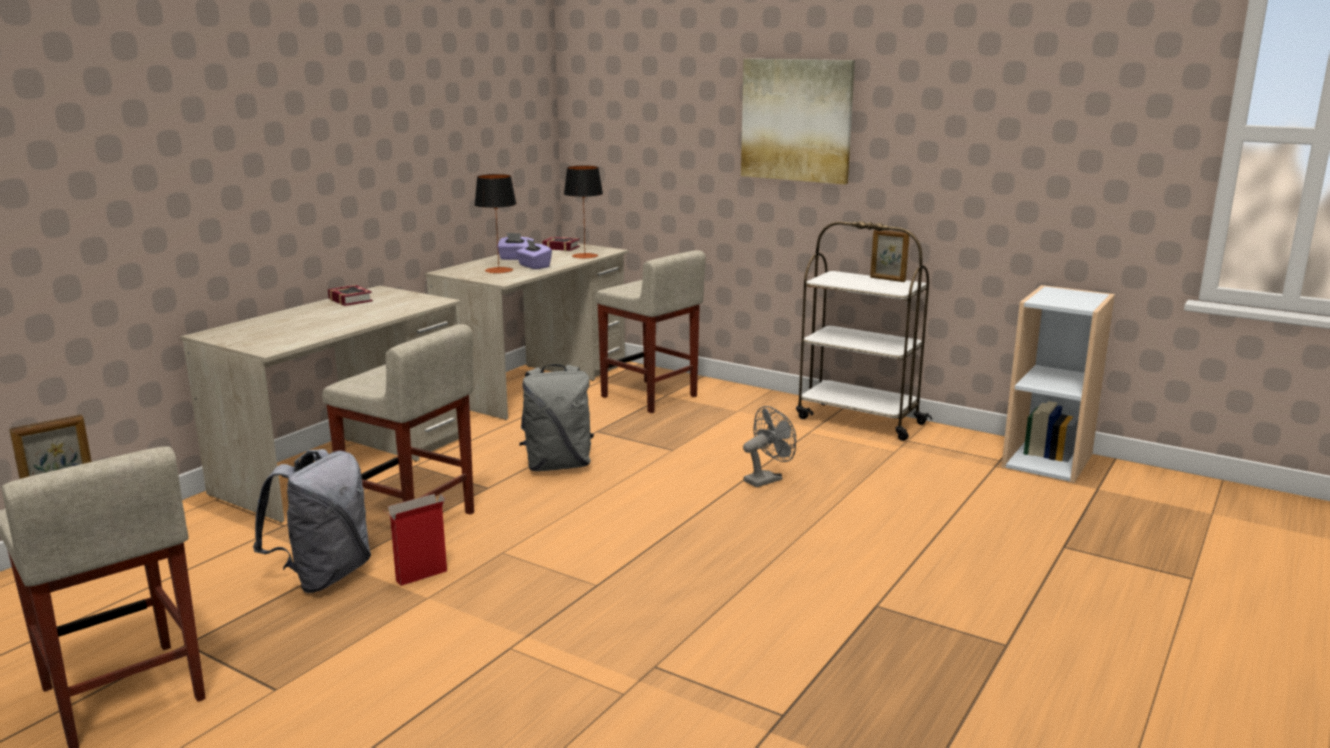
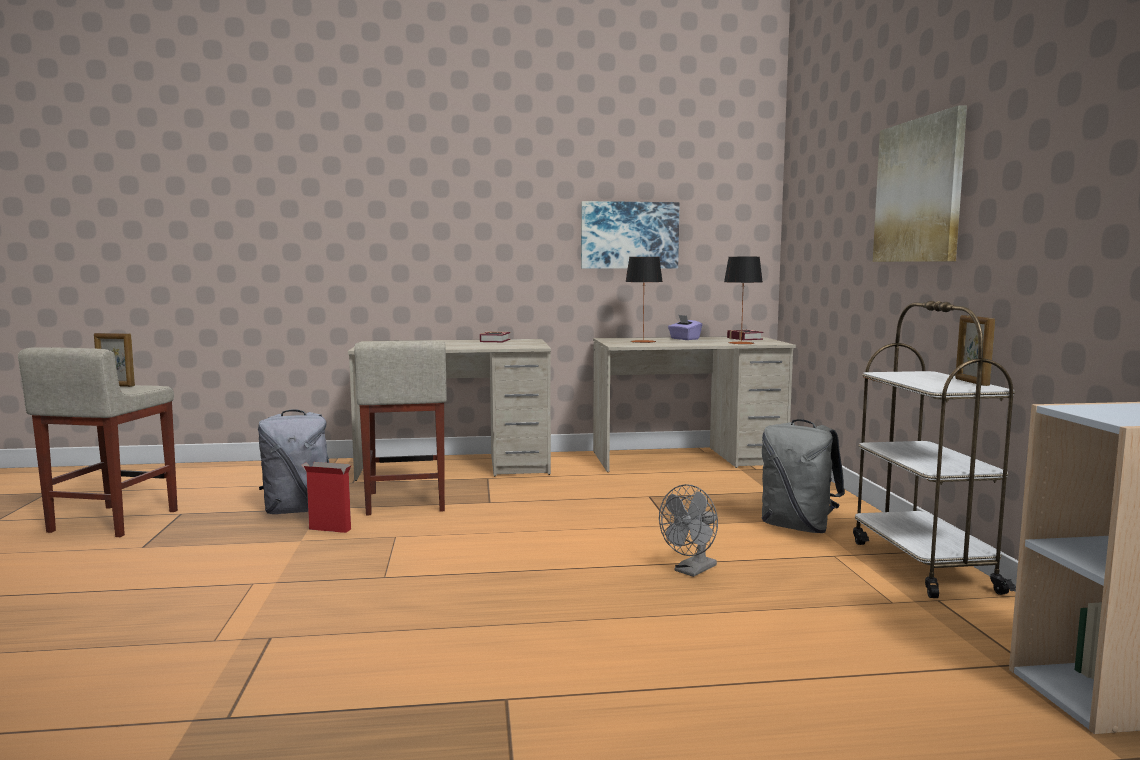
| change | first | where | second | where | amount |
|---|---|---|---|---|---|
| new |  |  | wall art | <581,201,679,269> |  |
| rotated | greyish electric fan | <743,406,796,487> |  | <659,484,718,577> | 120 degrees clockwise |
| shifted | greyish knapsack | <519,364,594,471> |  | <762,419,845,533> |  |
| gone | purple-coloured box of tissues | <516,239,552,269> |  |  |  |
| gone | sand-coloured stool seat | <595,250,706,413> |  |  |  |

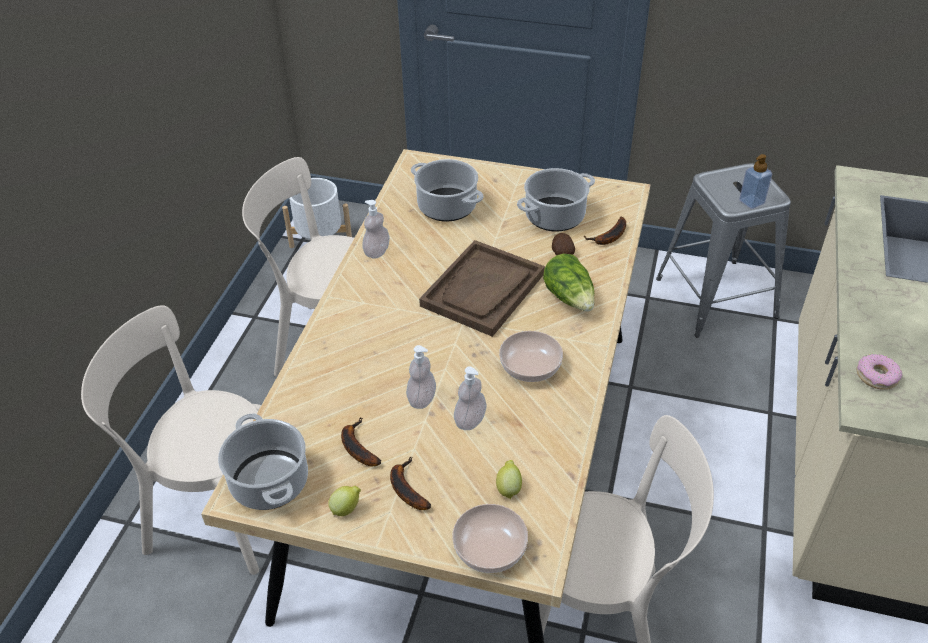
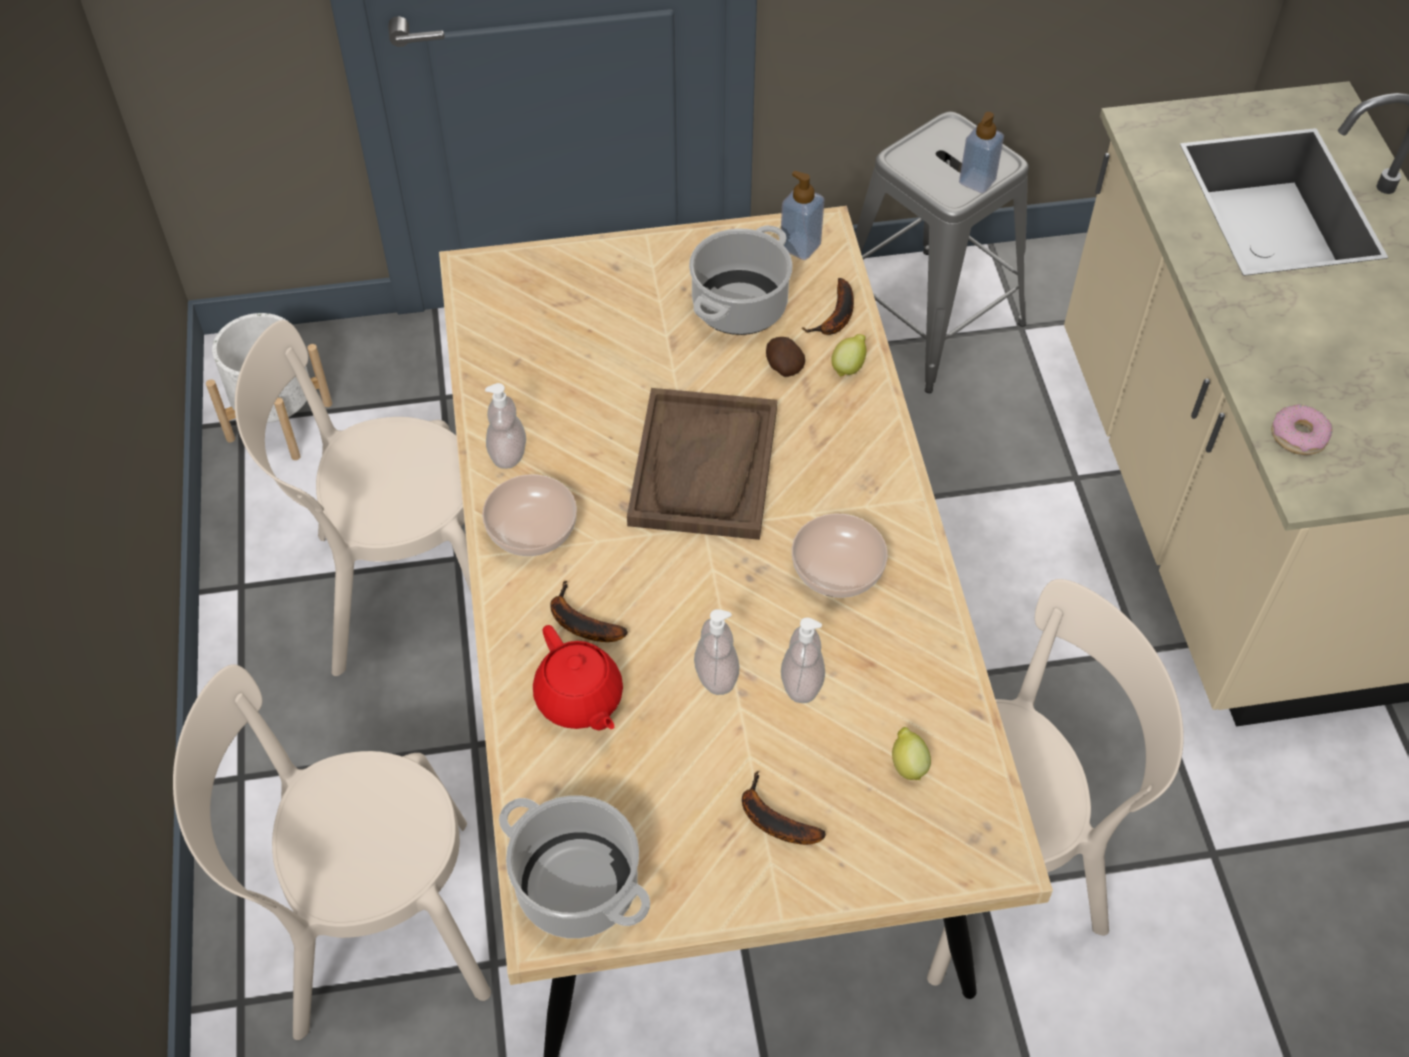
| change | first | where | second | where | amount |
|---|---|---|---|---|---|
| shifted | serving bowl | <452,504,528,573> |  | <482,475,577,556> |  |
| new |  |  | red teapot | <533,625,623,731> |  |
| shifted | banana | <341,417,381,466> |  | <550,581,627,642> |  |
| new |  |  | soap dispenser | <781,171,825,260> |  |
| shifted | whole lemon | <328,486,361,516> |  | <831,334,866,377> |  |
| gone | cooking pot | <411,159,483,222> |  |  |  |
| gone | lettuce head | <543,254,594,312> |  |  |  |

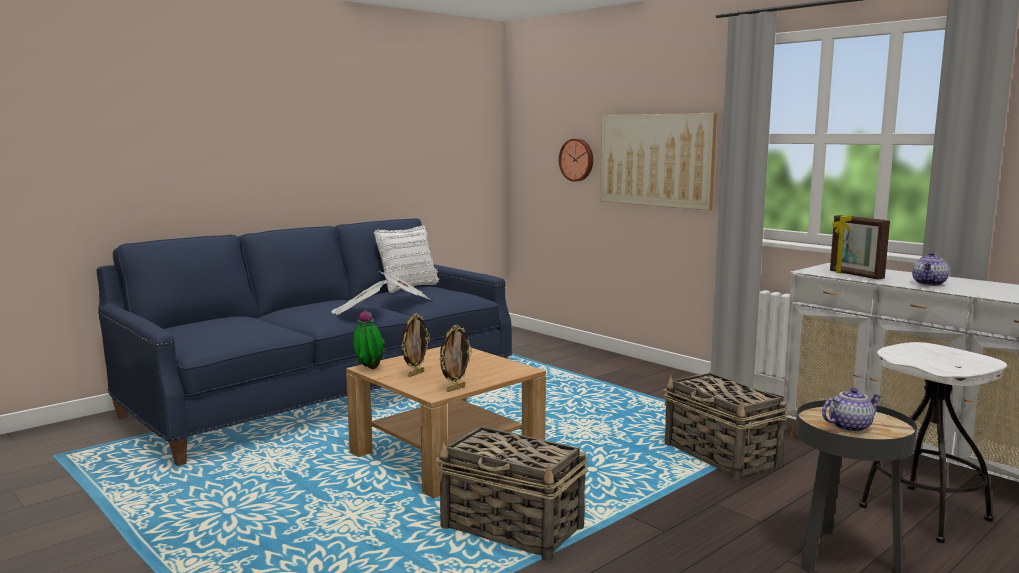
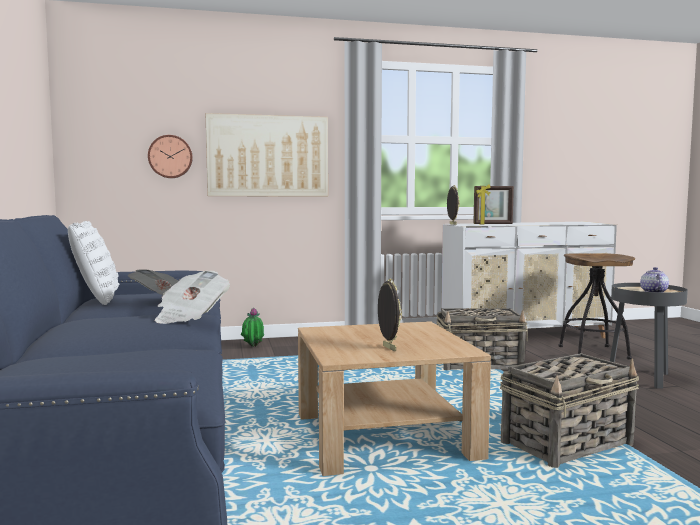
| change | first | where | second | where | amount |
|---|---|---|---|---|---|
| shifted | potted plant | <353,310,385,369> |  | <241,308,264,347> |  |
| shifted | picture frame | <439,325,472,392> |  | <447,185,460,225> |  |
| repainted | white stool seat | <859,342,1007,543> | brownish stool seat | <559,253,635,360> |  |
| gone | teapot | <912,252,949,286> |  |  |  |

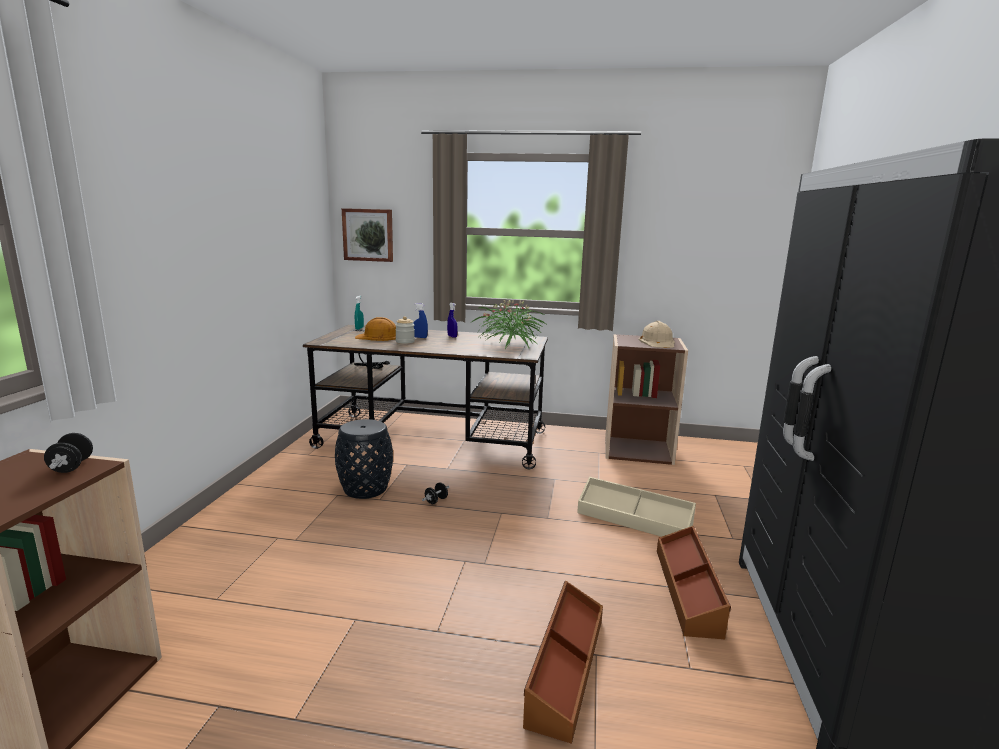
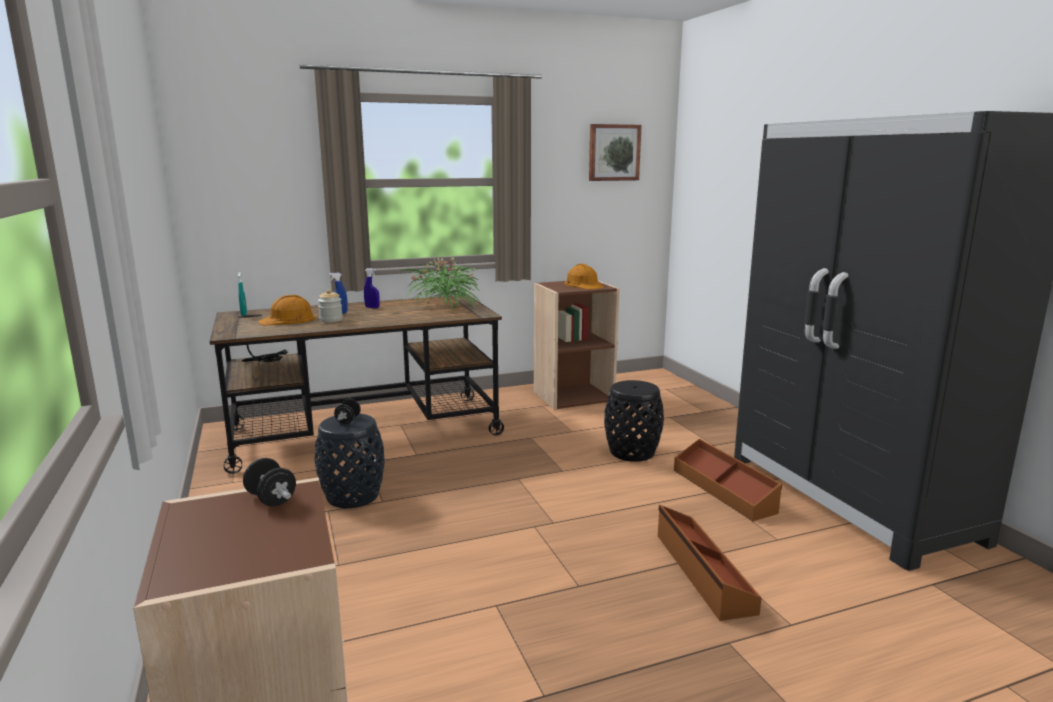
| change | first | where | second | where | amount |
|---|---|---|---|---|---|
| shifted | black free weight | <422,482,450,504> |  | <334,399,361,424> |  |
| repainted | sand-coloured hard hat | <639,321,675,348> | orangey hard hat | <564,264,604,289> |  |
| shifted | wall art | <342,208,393,262> |  | <589,124,642,181> |  |
| swapped | sand-coloured storage container | <577,477,696,537> | black stool seat | <604,380,664,462> |  |

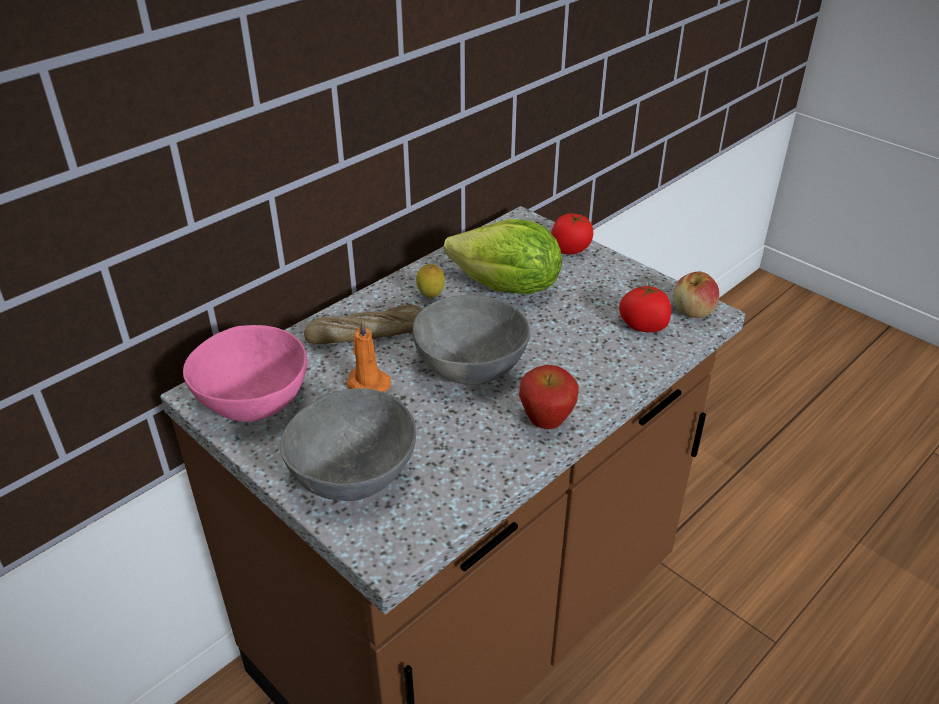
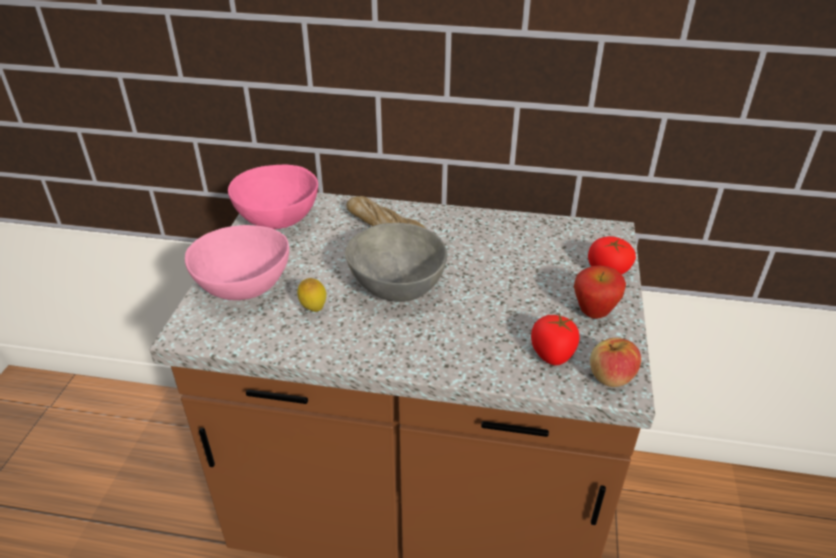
| change | first | where | second | where | amount |
|---|---|---|---|---|---|
| repainted | greyish serving bowl | <280,388,416,501> | pink serving bowl | <185,225,289,300> |  |
| shifted | whole lemon | <416,264,445,298> |  | <297,278,327,312> |  |
| shifted | whole apple | <519,365,579,429> |  | <574,266,626,319> |  |
| gone | orangey candle | <346,319,391,392> |  |  |  |
| gone | lettuce head | <444,219,562,294> |  |  |  |

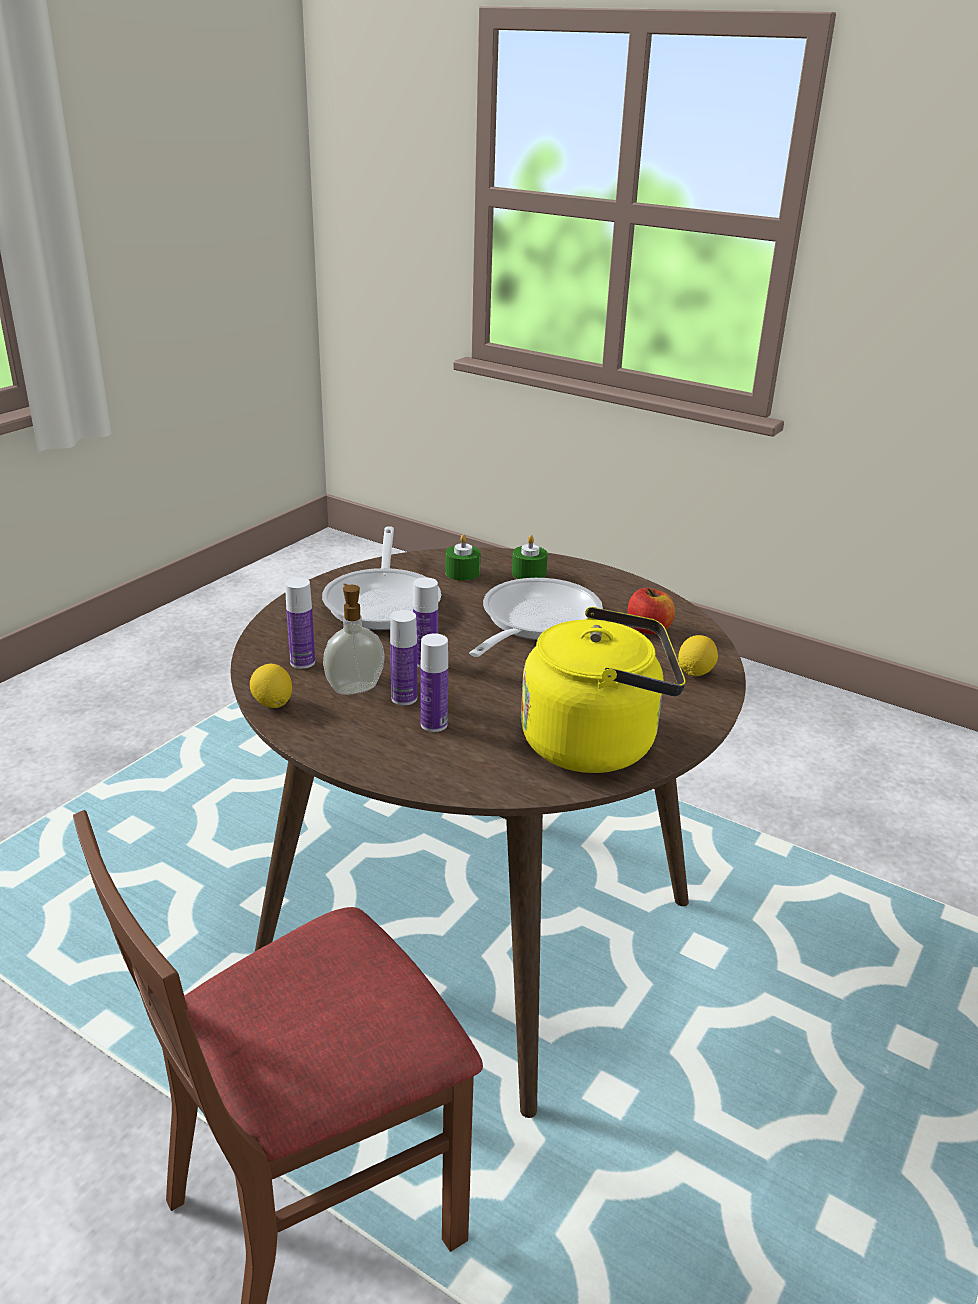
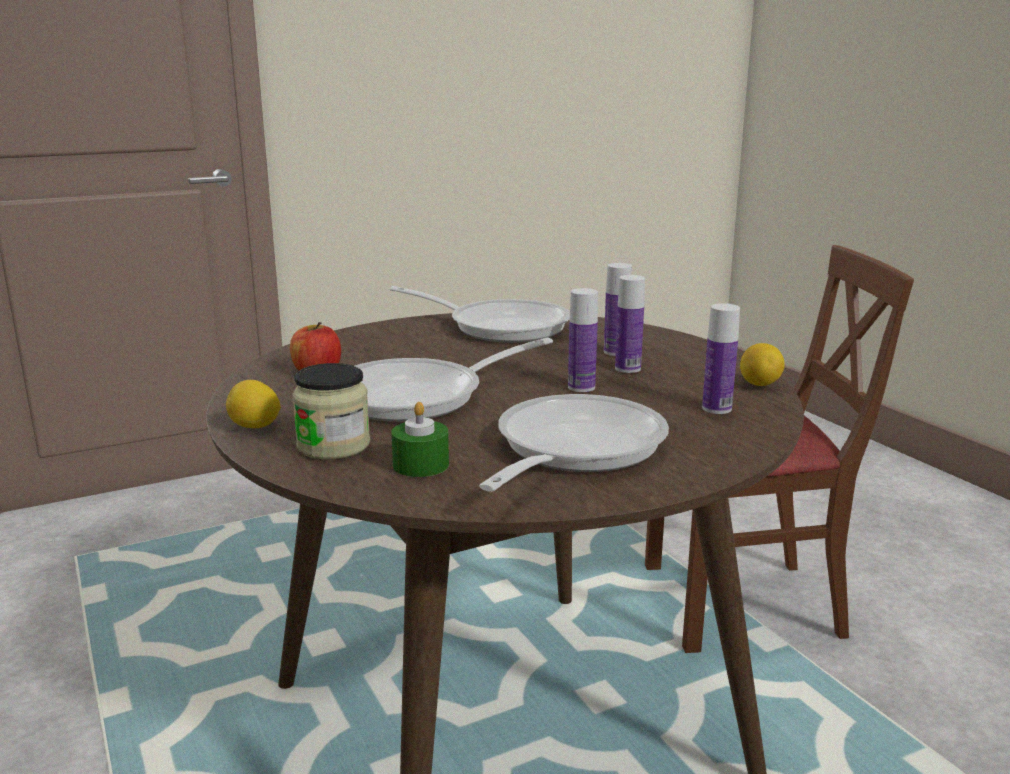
| change | first | where | second | where | amount |
|---|---|---|---|---|---|
| shifted | whole lemon | <678,635,718,676> |  | <226,380,281,428> |  |
| swapped | green candle | <512,535,548,579> | storage jar | <292,363,370,459> |  |
| swapped | yellow-coloured kettle | <521,607,686,773> | pan | <390,286,570,343> |  |
| gone | soap dispenser | <323,584,385,695> |  |  |  |

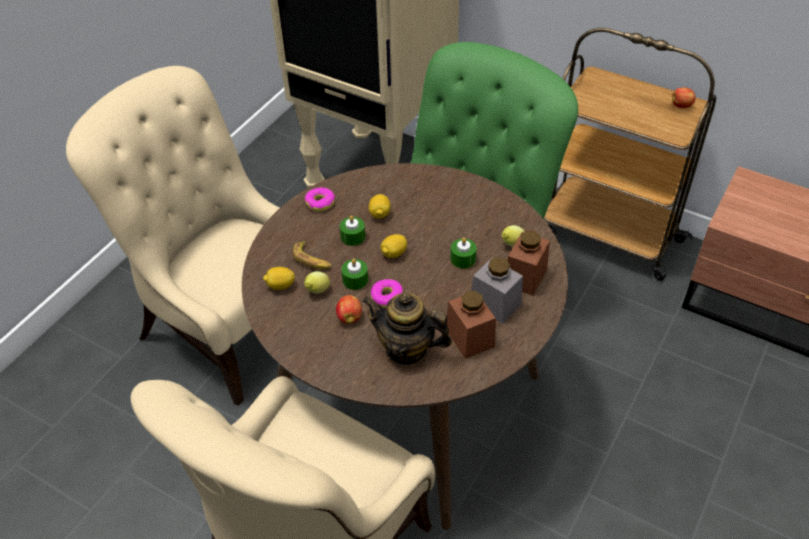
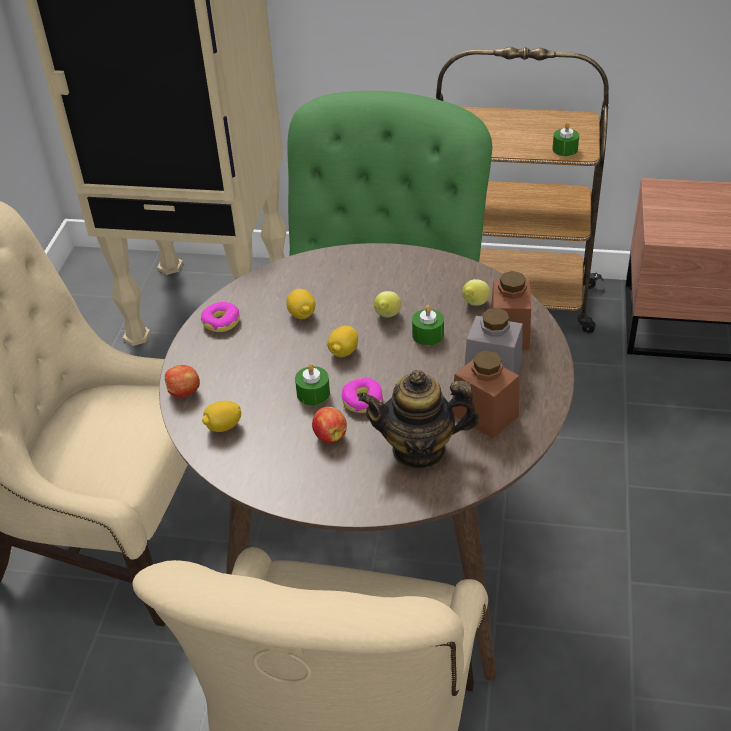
| change | first | where | second | where | amount |
|---|---|---|---|---|---|
| shifted | whole apple | <672,87,696,108> |  | <165,365,200,397> |  |
| shifted | whole lemon | <304,271,330,293> |  | <374,291,401,318> |  |
| shifted | green candle | <340,215,365,246> |  | <552,122,579,156> |  |
| gone | banana | <292,241,332,269> |  |  |  |

